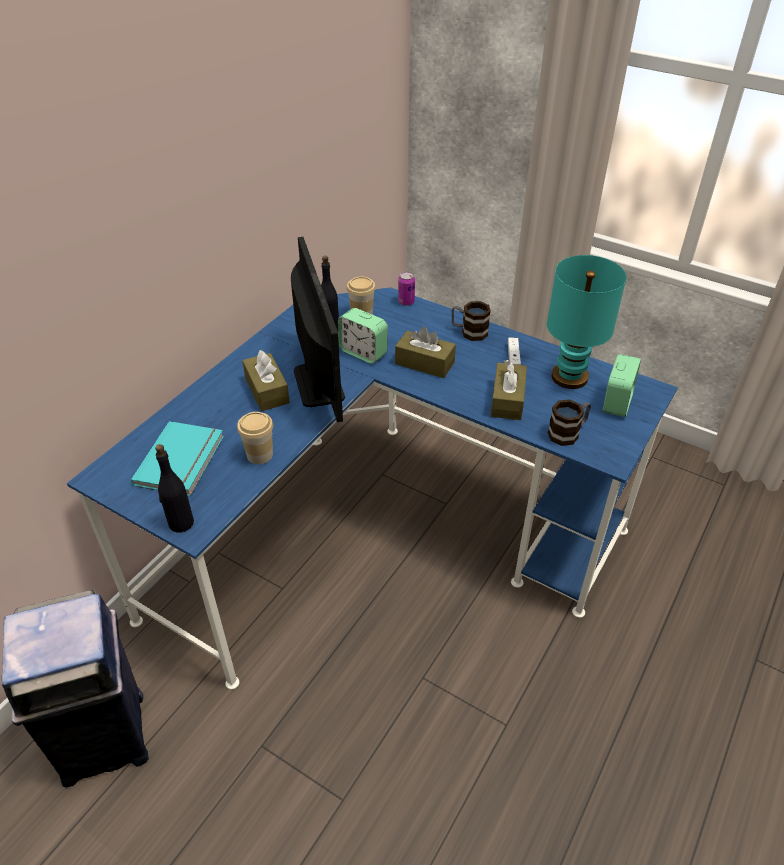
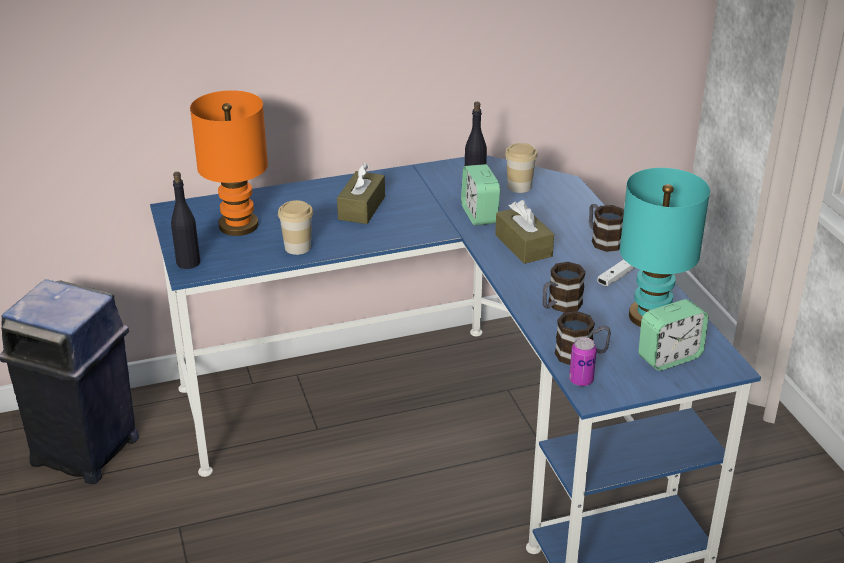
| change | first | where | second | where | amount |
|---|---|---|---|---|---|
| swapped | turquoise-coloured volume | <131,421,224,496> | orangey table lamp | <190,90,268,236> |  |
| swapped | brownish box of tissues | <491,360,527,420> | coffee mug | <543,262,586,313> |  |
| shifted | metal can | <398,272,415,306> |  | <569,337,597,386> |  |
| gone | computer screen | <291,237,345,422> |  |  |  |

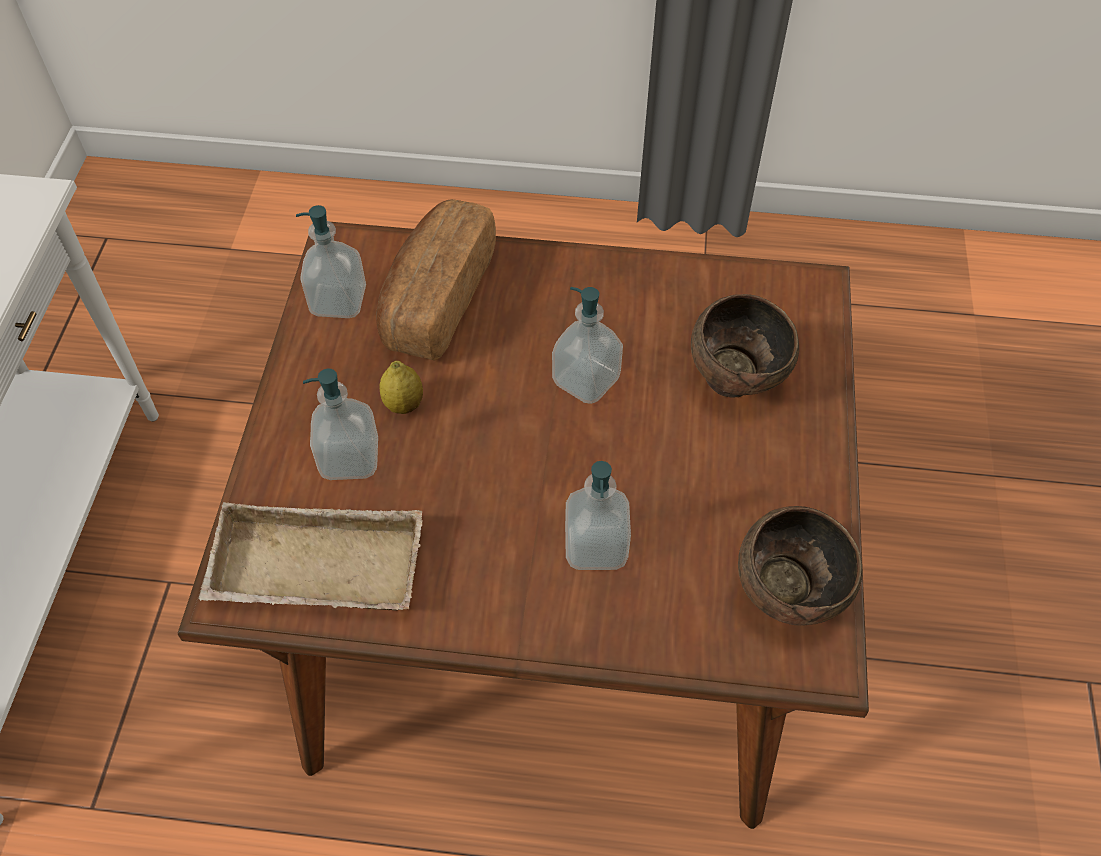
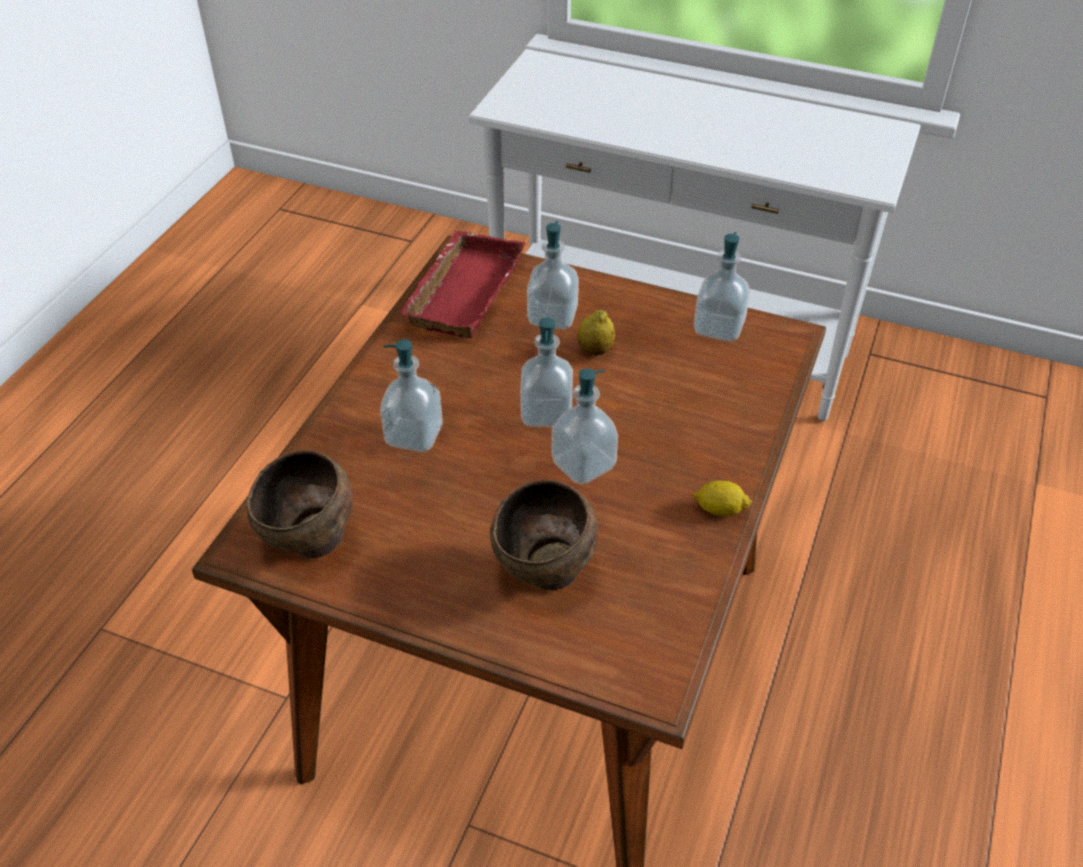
| change | first | where | second | where | amount |
|---|---|---|---|---|---|
| repainted | sand-coloured tray | <198,502,423,610> | red tray | <399,231,526,338> |  |
| new |  |  | soap dispenser | <520,318,573,427> |  |
| new |  |  | whole lemon | <692,481,752,516> |  |
| gone | bakery bread | <376,199,496,361> |  |  |  |

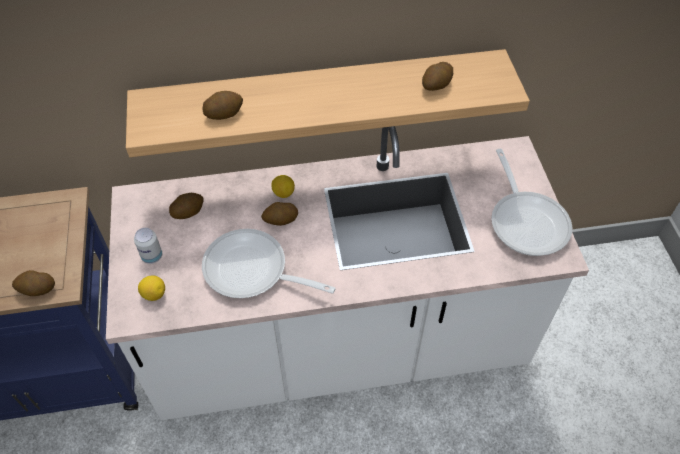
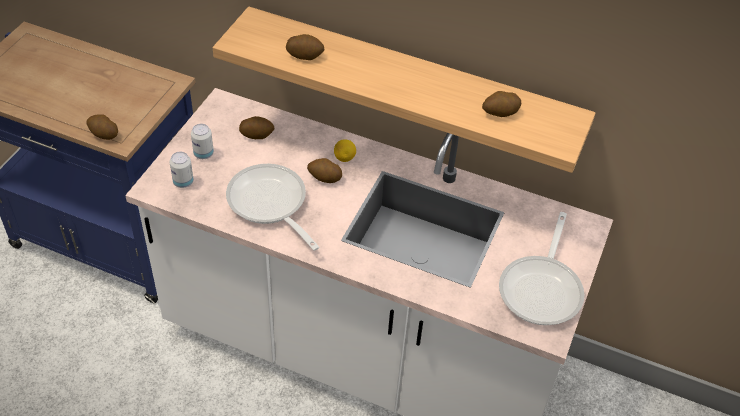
| change | first | where | second | where | amount |
|---|---|---|---|---|---|
| swapped | whole lemon | <138,275,165,301> | metal can | <170,152,194,188> |  |

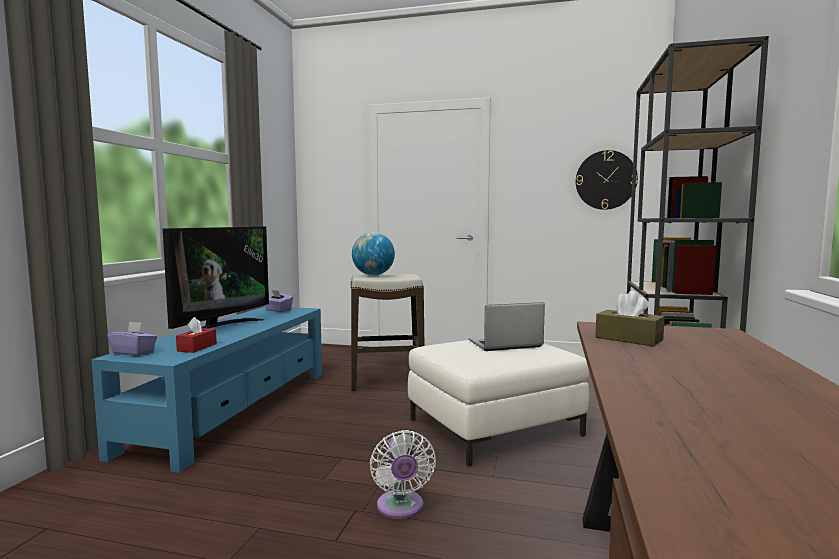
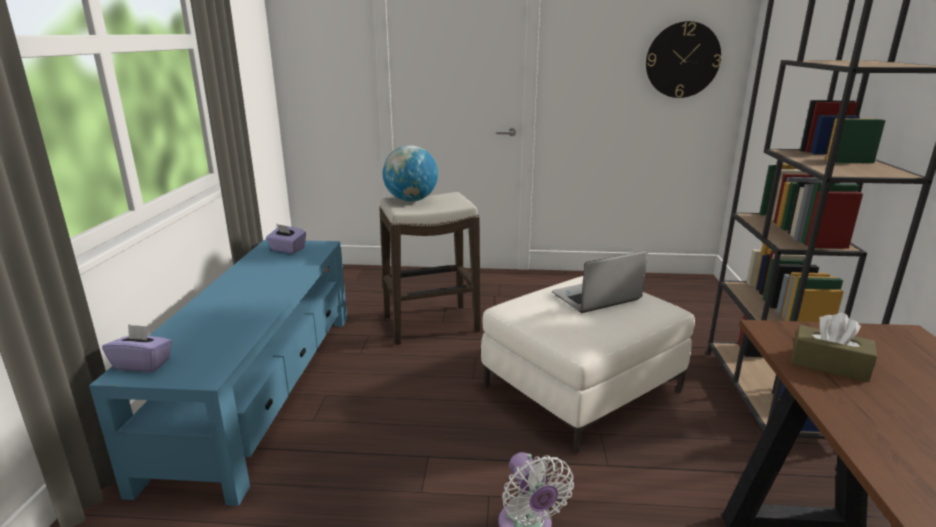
| change | first | where | second | where | amount |
|---|---|---|---|---|---|
| gone | TV set | <163,227,269,329> |  |  |  |
| gone | red box of tissues | <176,317,217,353> |  |  |  |

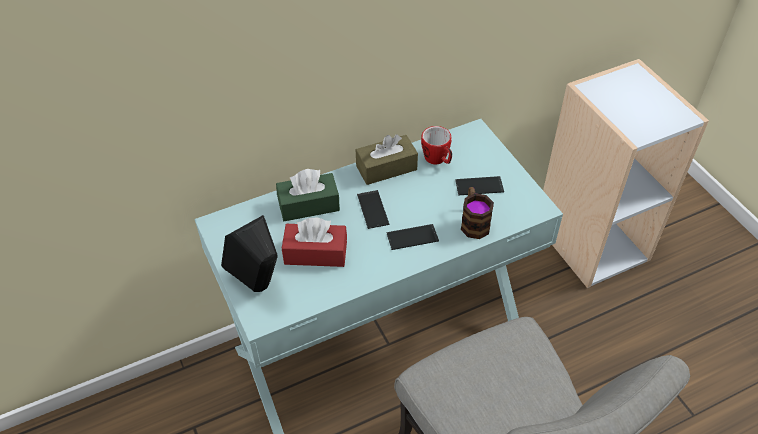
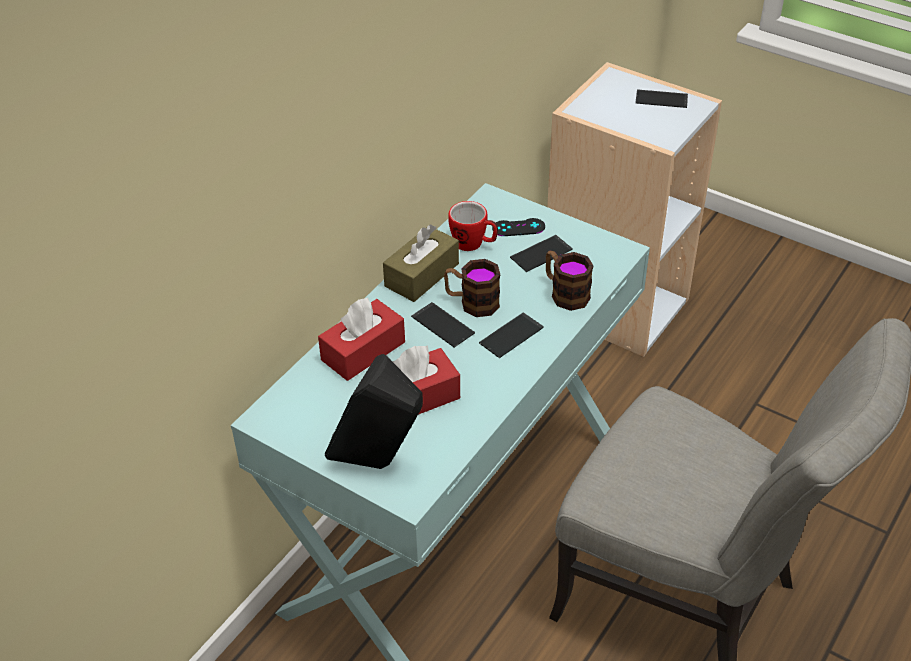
| change | first | where | second | where | amount |
|---|---|---|---|---|---|
| repainted | green box of tissues | <276,169,340,221> | red box of tissues | <318,298,405,381> |  |
| new |  |  | coffee mug | <444,259,500,317> |  |
| new |  |  | black game controller | <492,218,545,236> |  |
| new |  |  | telephone | <635,89,688,108> |  |

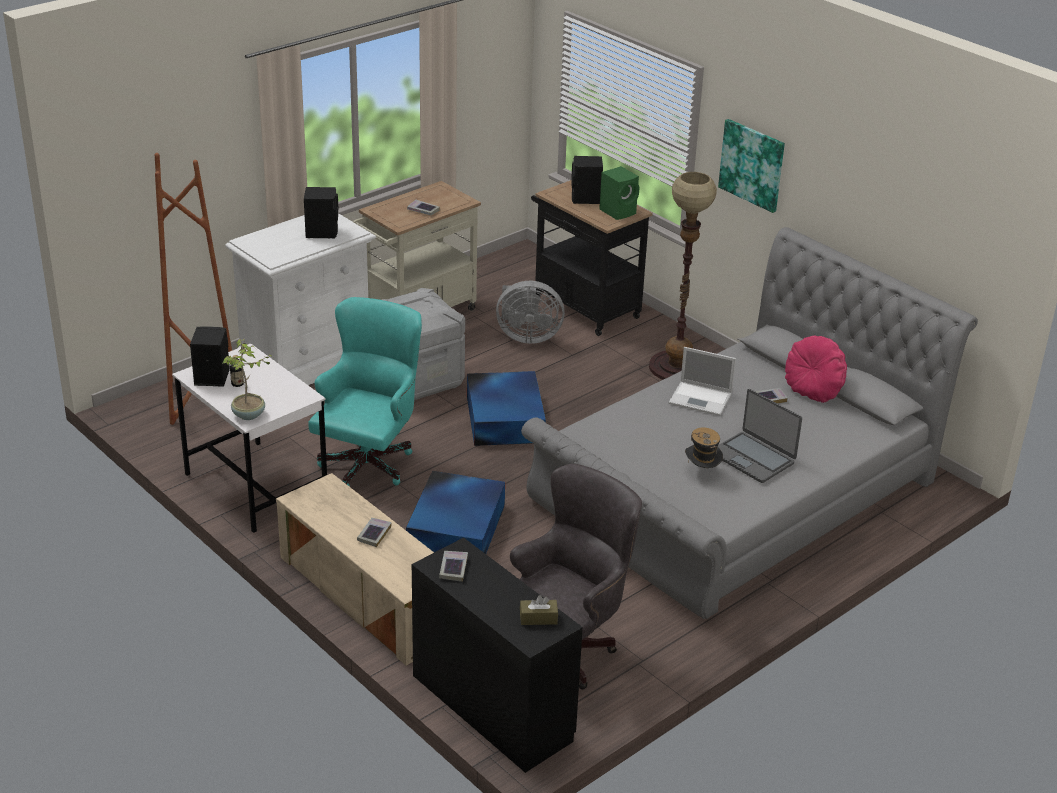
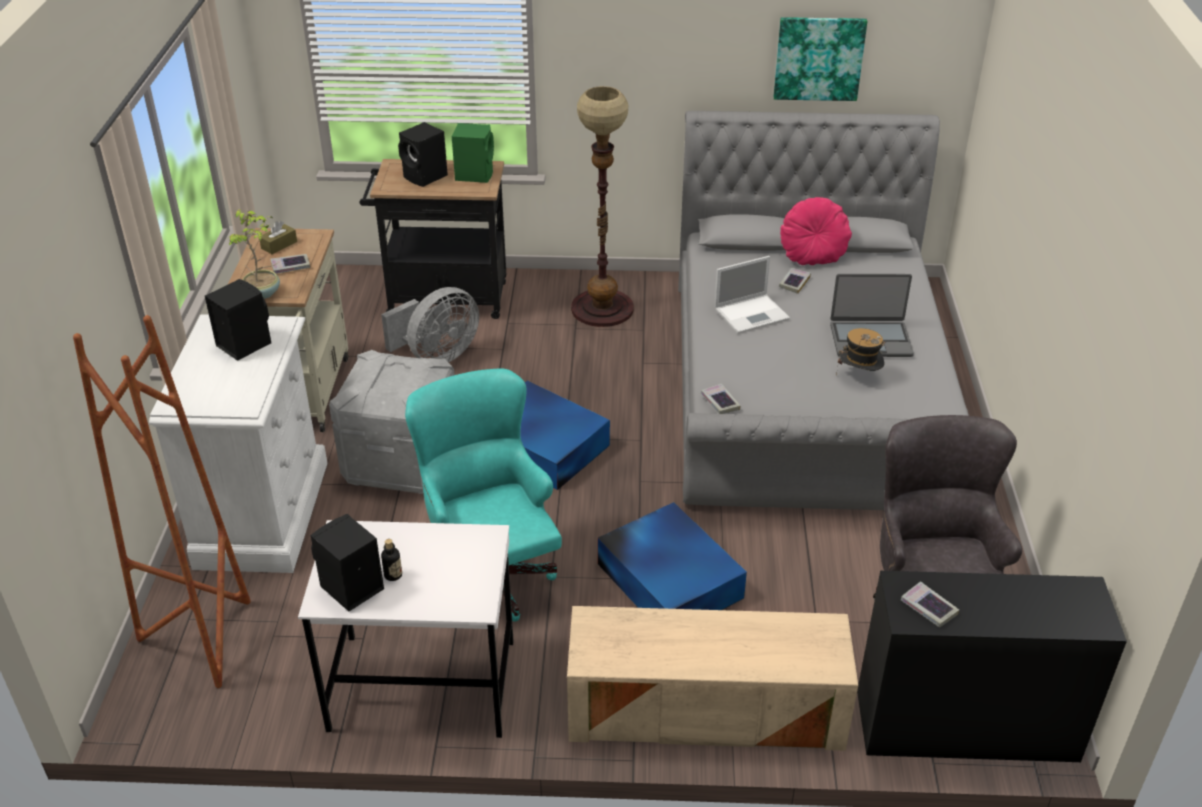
| change | first | where | second | where | amount |
|---|---|---|---|---|---|
| shifted | potted plant | <222,339,273,420> |  | <228,209,280,299> |  |
| shifted | brownish box of tissues | <520,595,558,625> |  | <260,221,297,254> |  |
| shifted | volume | <357,518,392,547> |  | <701,384,741,414> |  |
| shifted | wall art | <718,119,785,213> |  | <773,17,867,101> |  |

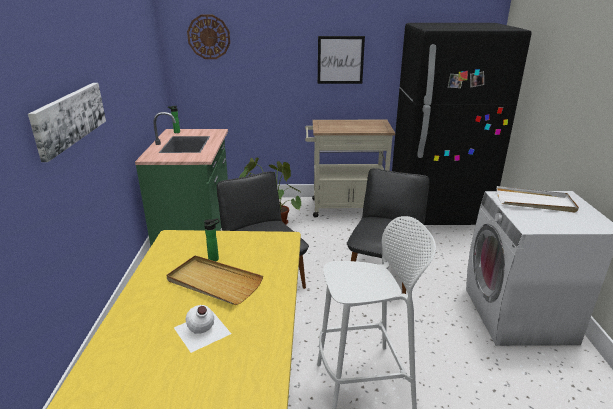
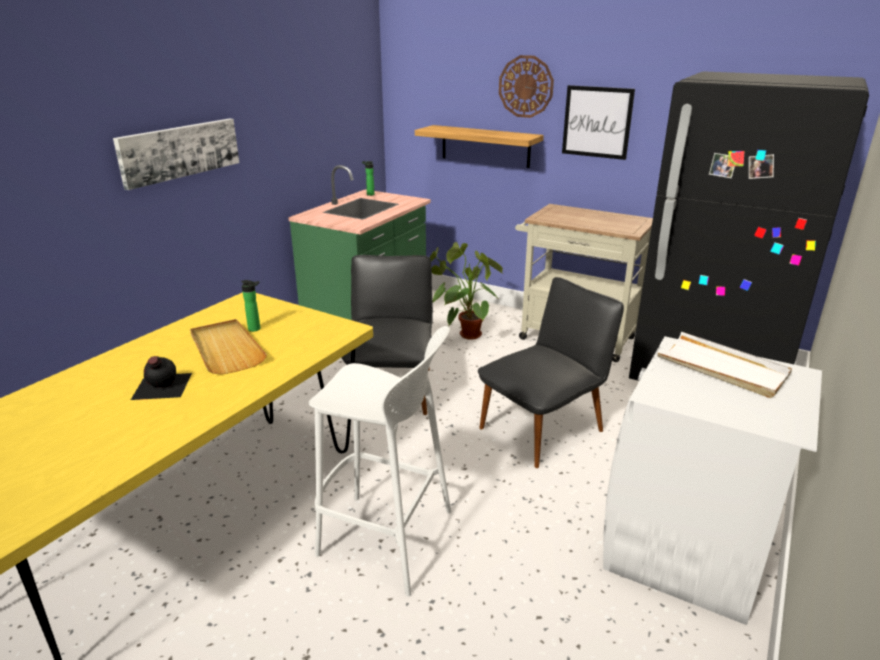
| change | first | where | second | where | amount |
|---|---|---|---|---|---|
| repainted | white drink bottle | <174,305,231,353> | black drink bottle | <131,356,192,400> |  |
| new |  |  | bracket shelf | <415,125,544,168> |  |
| shifted | clock on the wall | <187,15,230,59> |  | <499,55,554,118> |  |

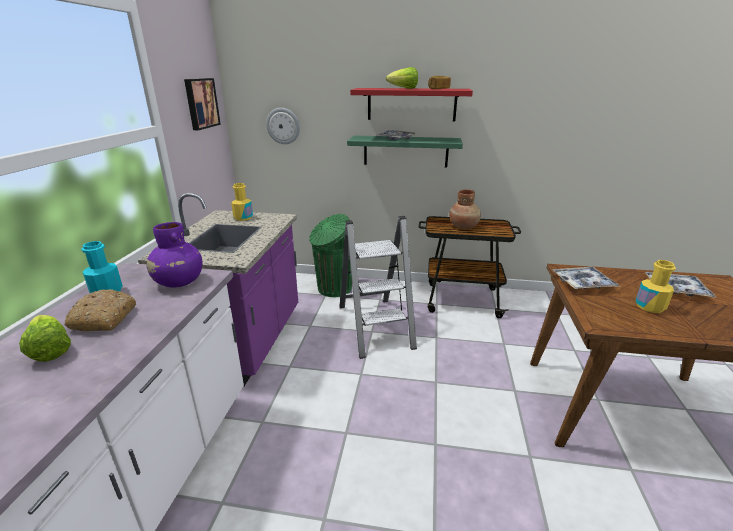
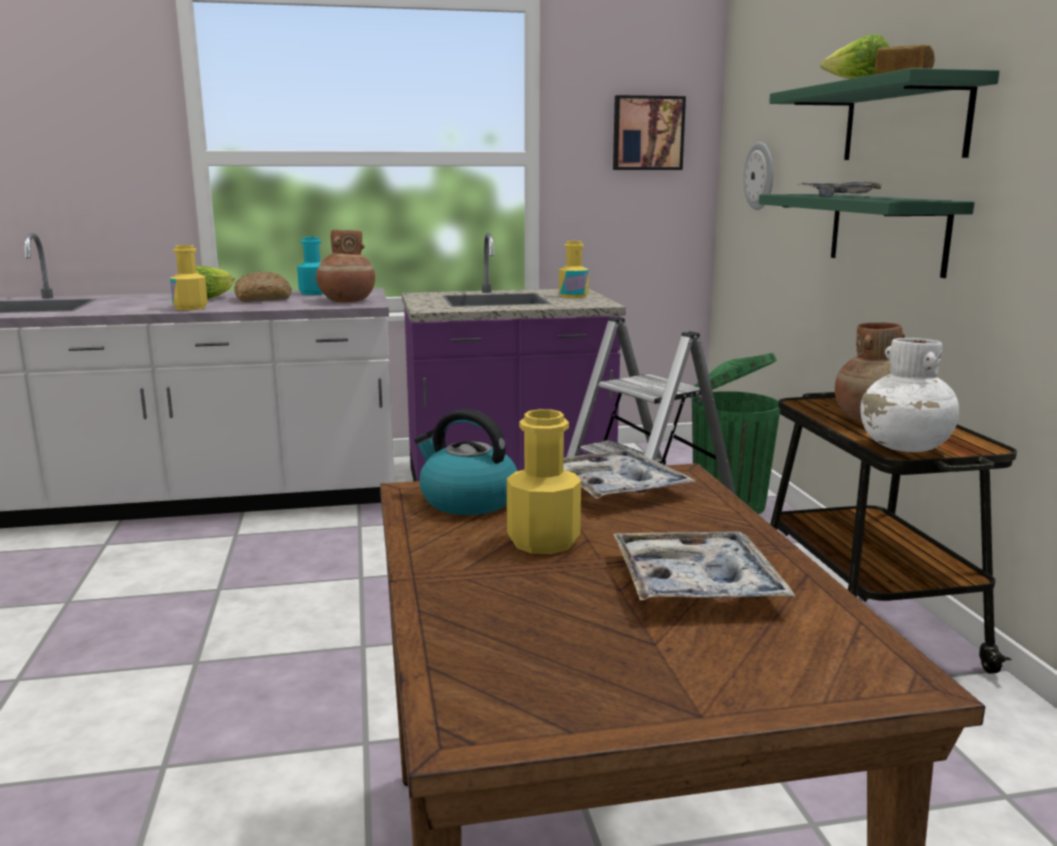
| change | first | where | second | where | amount |
|---|---|---|---|---|---|
| new |  |  | yellow-coloured drink bottle | <170,245,208,310> |  |
| repainted | purple-coloured vase | <146,222,202,287> | brownish vase | <316,230,375,302> |  |
| new |  |  | kettle | <414,409,517,515> |  |
| repainted | red bracket shelf | <350,88,473,121> | green bracket shelf | <769,68,1000,160> |  |
| new |  |  | white vase | <860,338,959,452> |  |

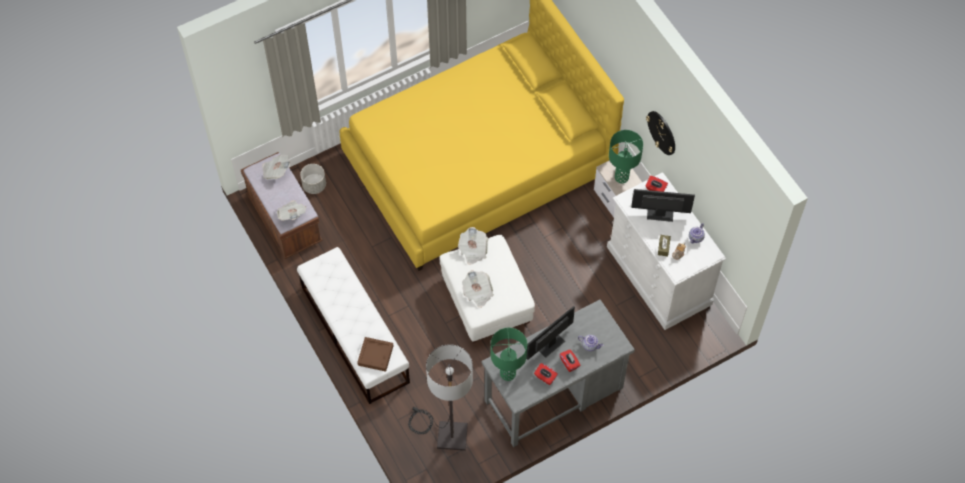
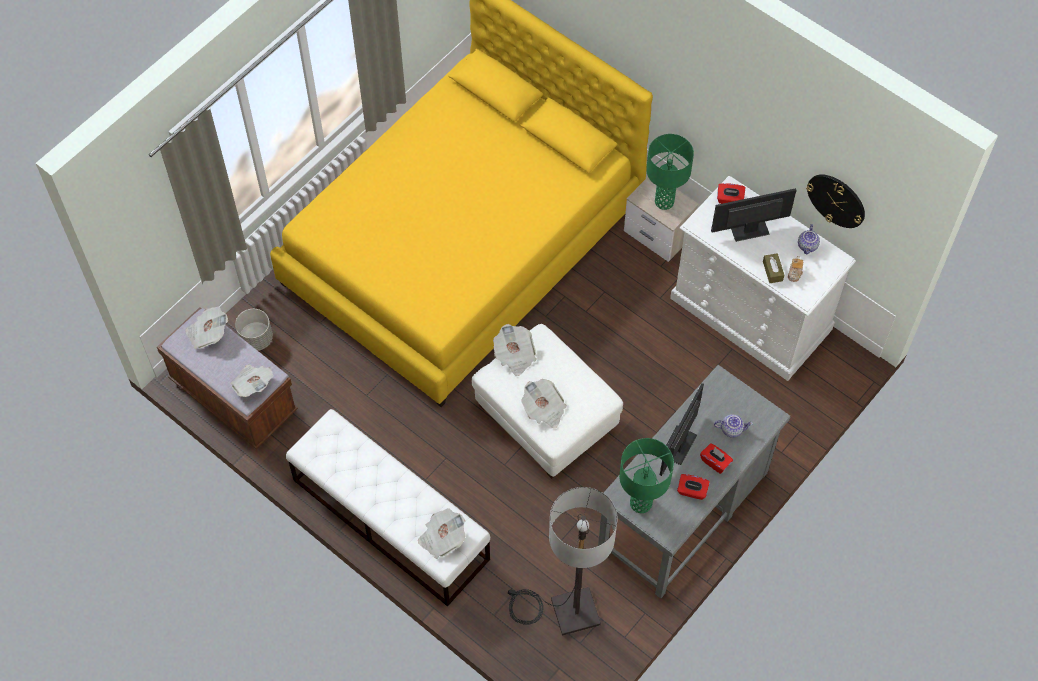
| change | first | where | second | where | amount |
|---|---|---|---|---|---|
| swapped | brownish tray | <357,337,393,372> | newspaper | <418,508,466,559> |  |
| shifted | clock on the wall | <646,111,675,155> |  | <806,174,865,228> |  |

